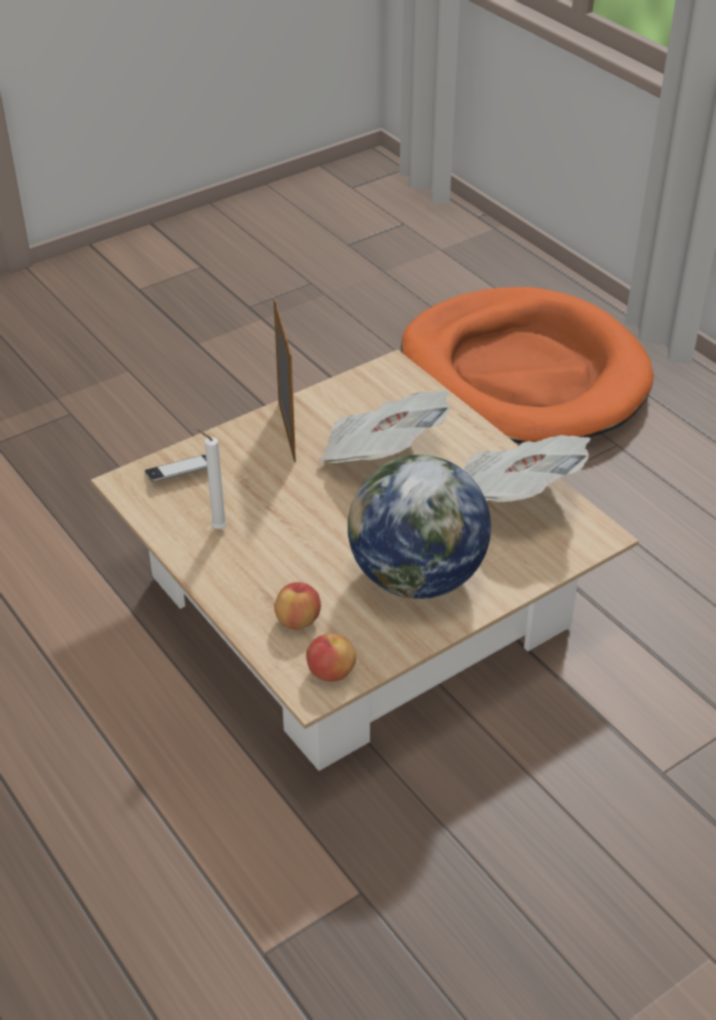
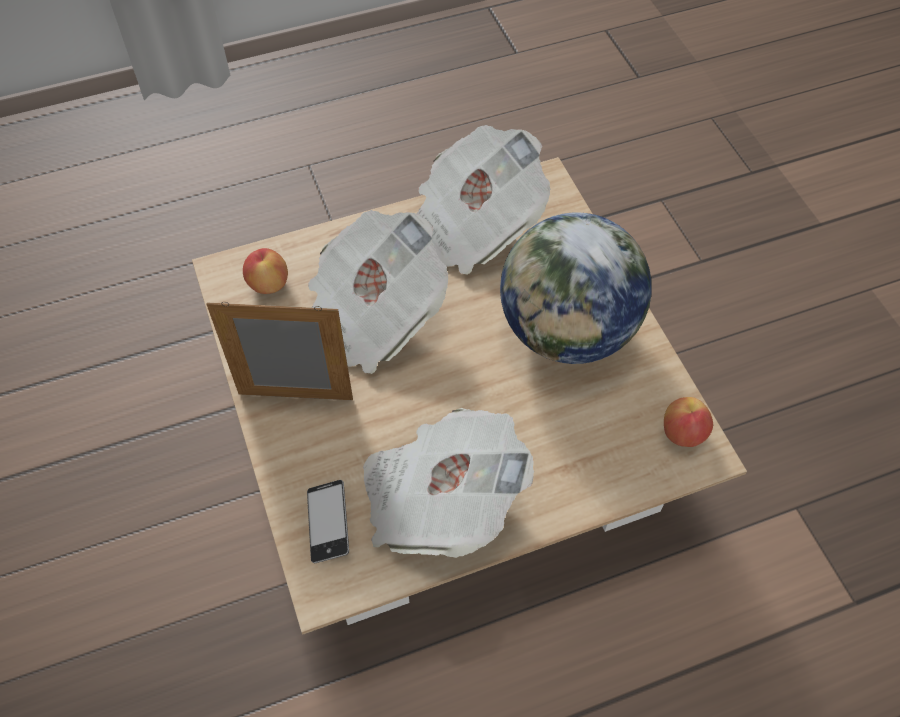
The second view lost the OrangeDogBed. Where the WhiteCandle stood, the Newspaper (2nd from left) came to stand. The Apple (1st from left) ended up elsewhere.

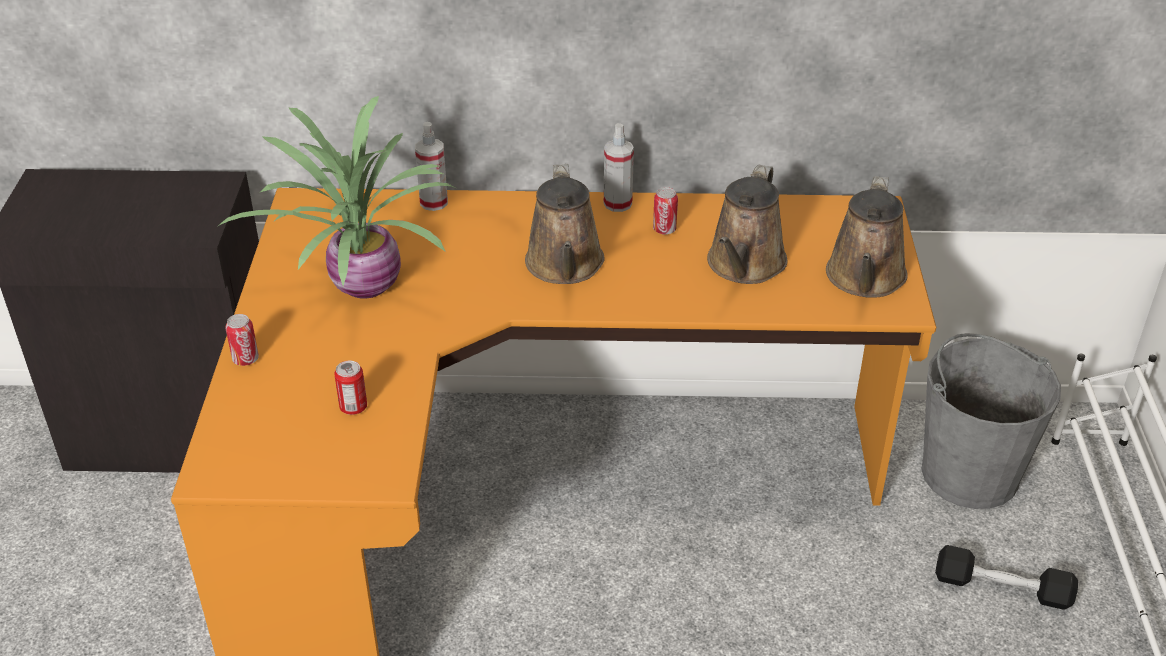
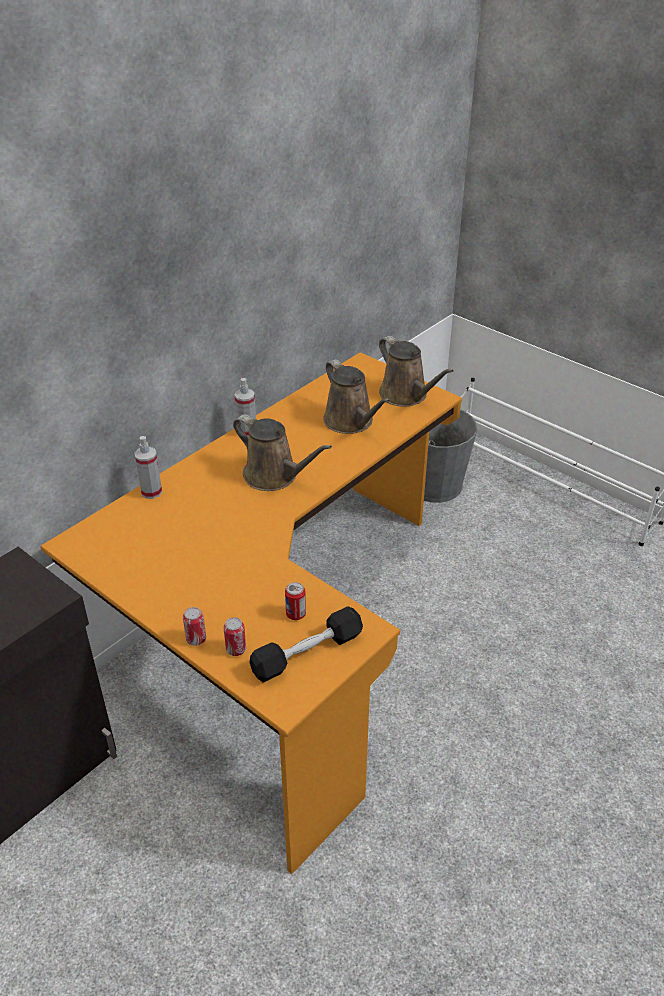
The second view lost the PottedPlant. The Can (3rd from left in the first image) ended up elsewhere. The BlackDumbbell ended up elsewhere.

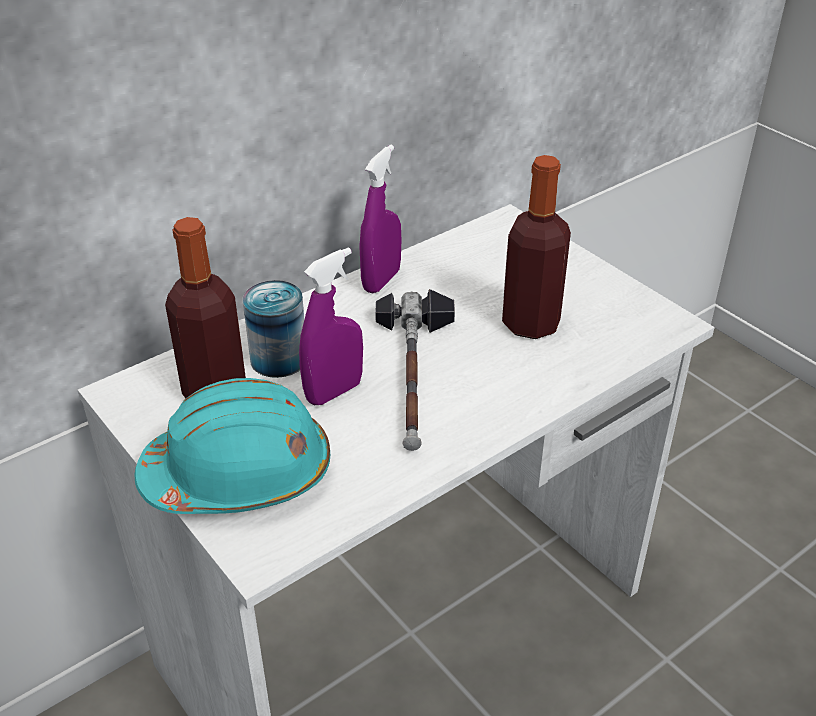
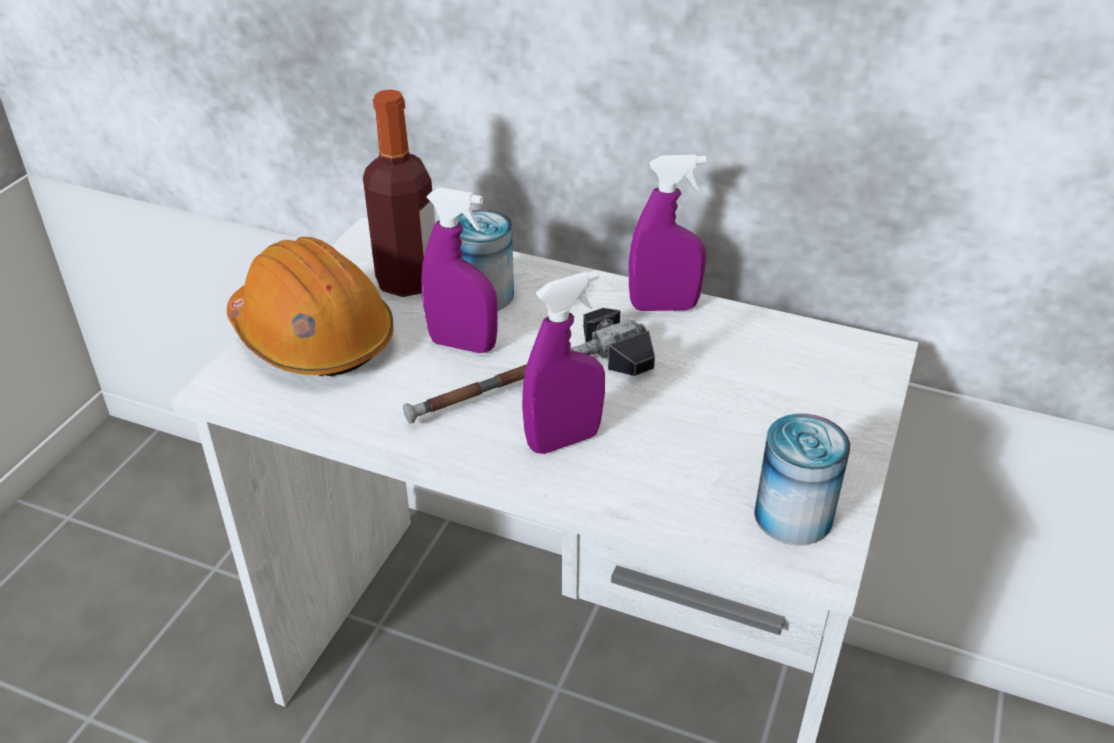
The second view lost the Bottle (2nd from left). What was the TurquoiseHardHat turned into the OrangeHardHat. The second view gained the PurpleSprayBottle (2nd from left). The second view gained the Can (2nd from left).

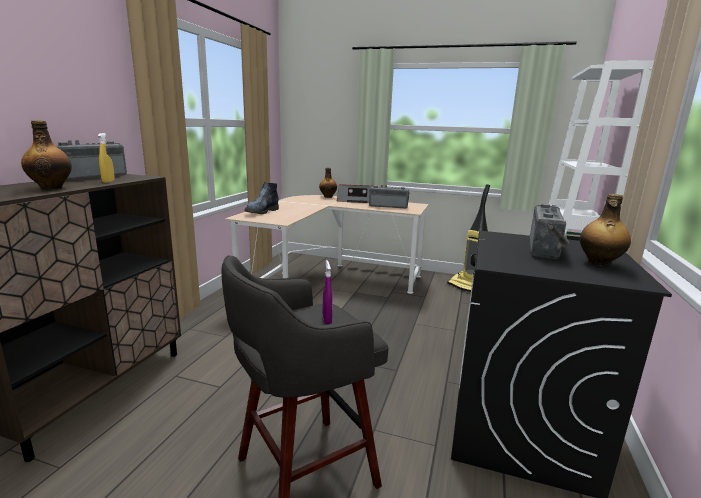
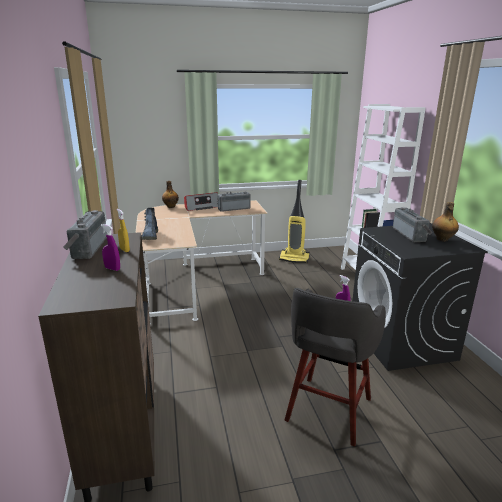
Where the Bottle (1st from left) stood, the PurpleSprayBottle (1st from left) came to stand.

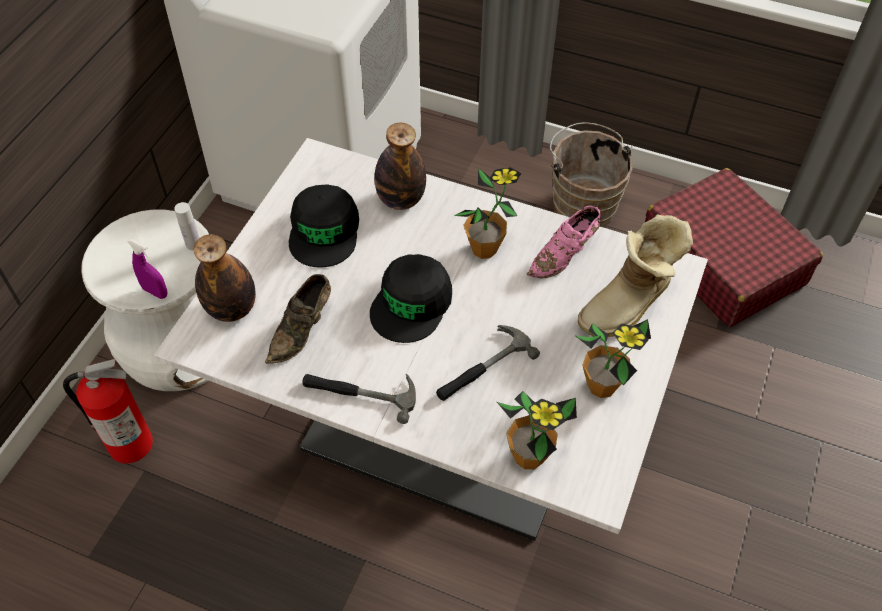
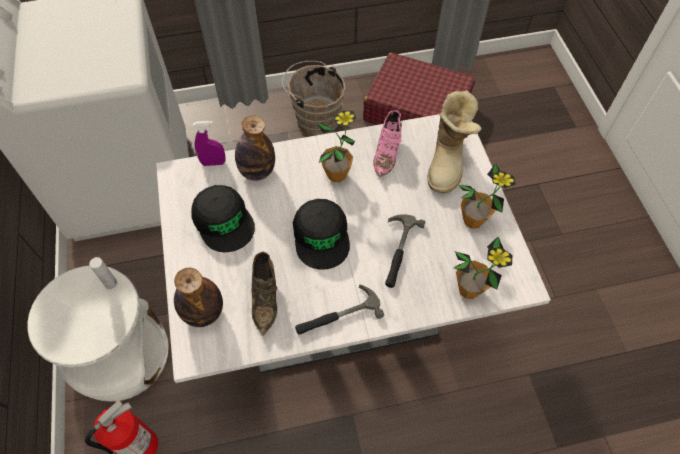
The PurpleSprayBottle ended up elsewhere.

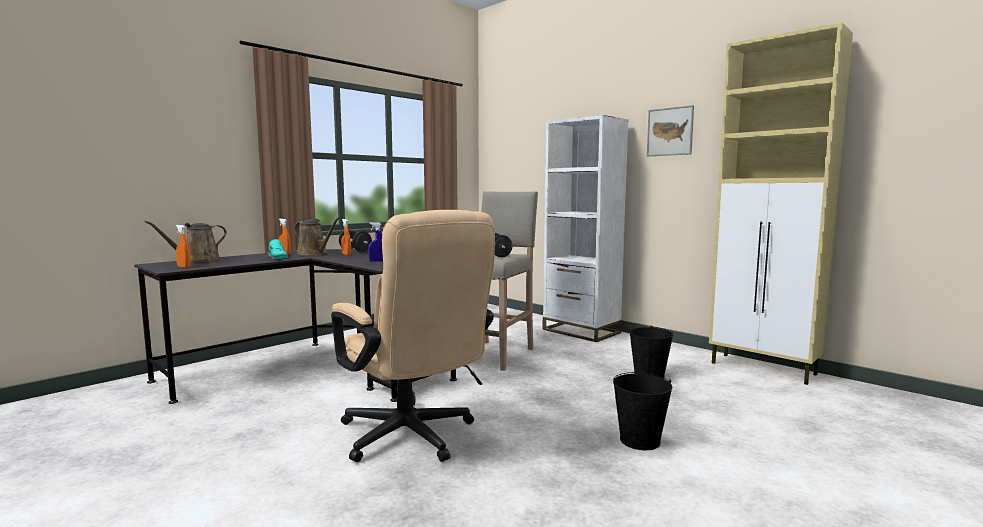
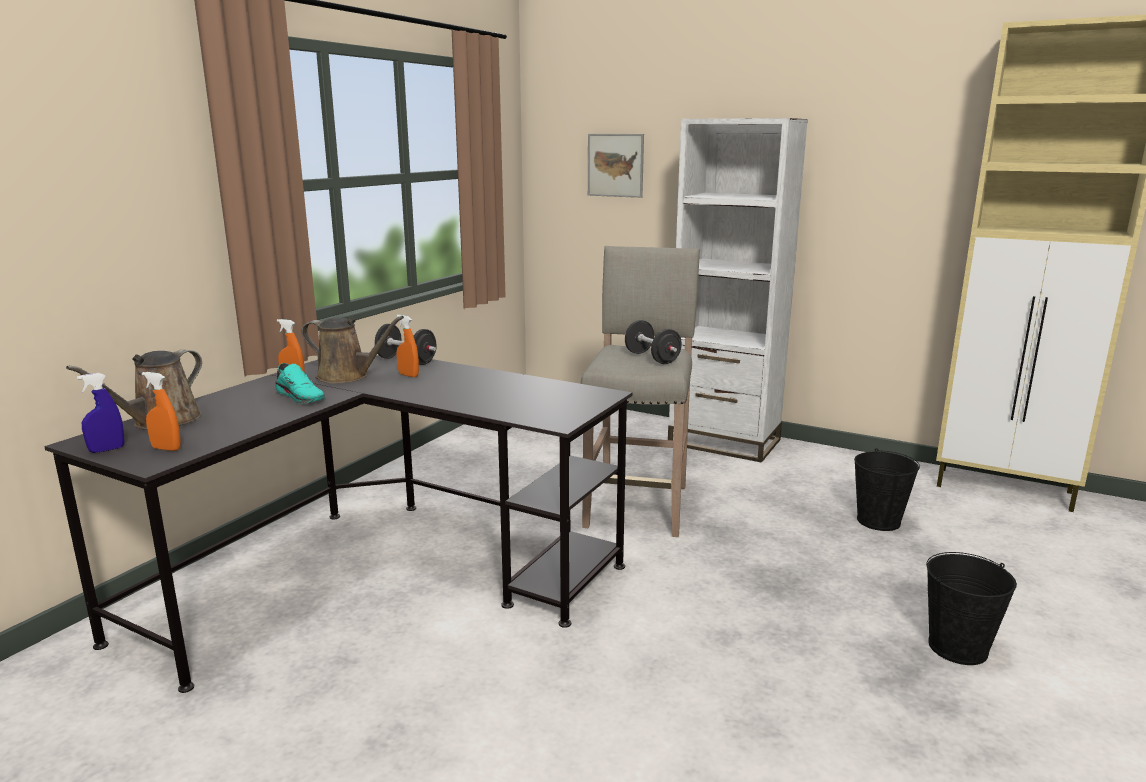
The Picture ended up elsewhere. The second view lost the BeigeOfficeChair. The BlueSprayBottle ended up elsewhere.

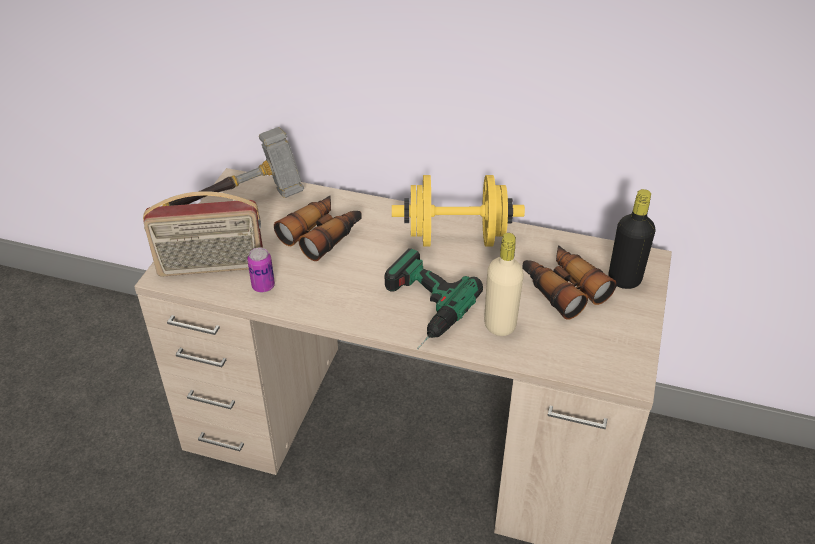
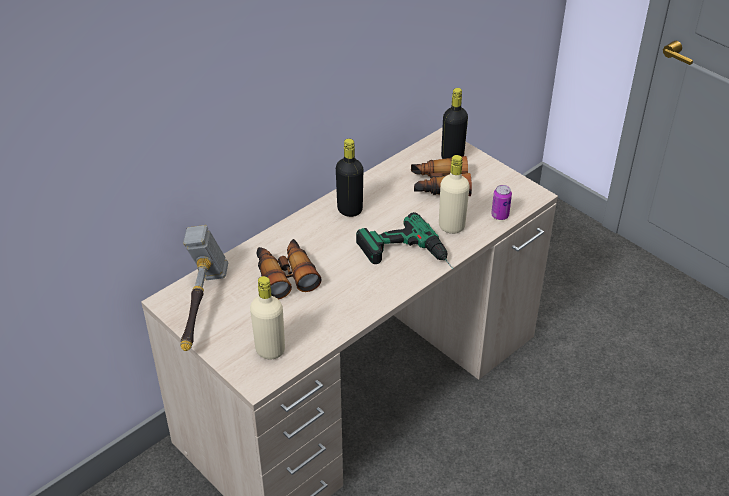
Where the YellowDumbbell stood, the BlackBottle (1st from left) came to stand. Where the Radio stood, the BeigeBottle (1st from left) came to stand. The Can ended up elsewhere.

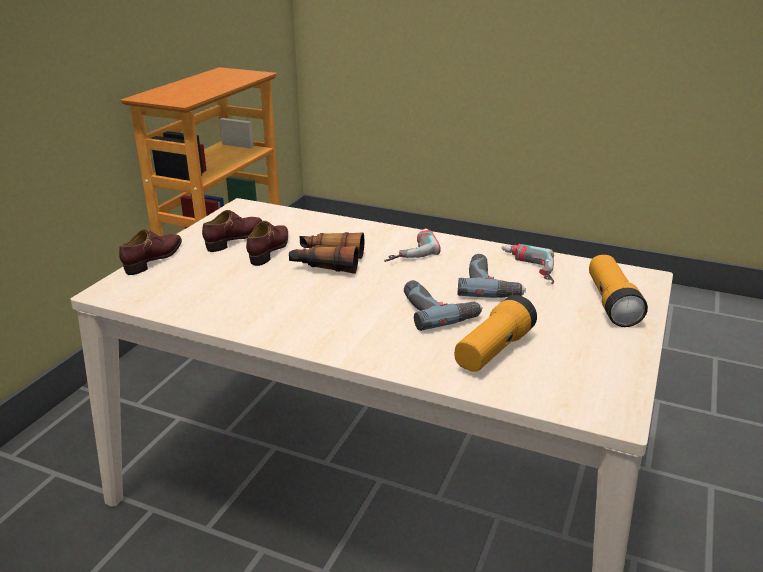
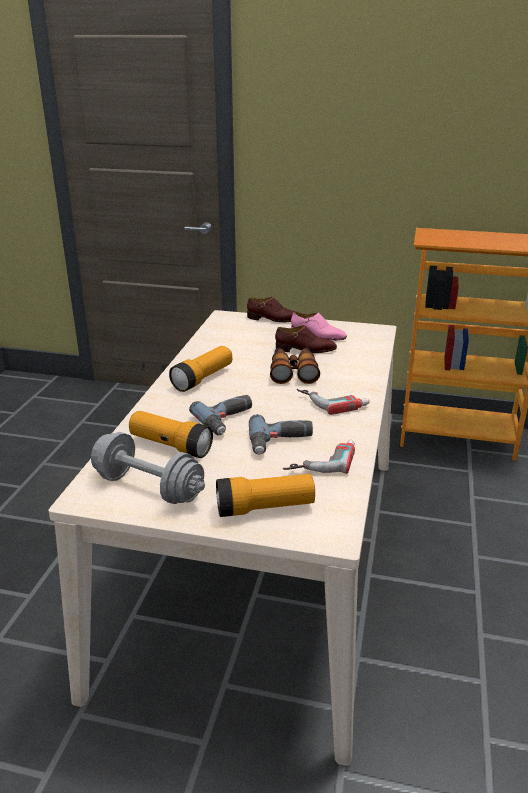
What was the BrownShoe (2nd from left) turned into the PinkShoe. The second view gained the Flashlight (2nd from left). The second view gained the GreyDumbbell.

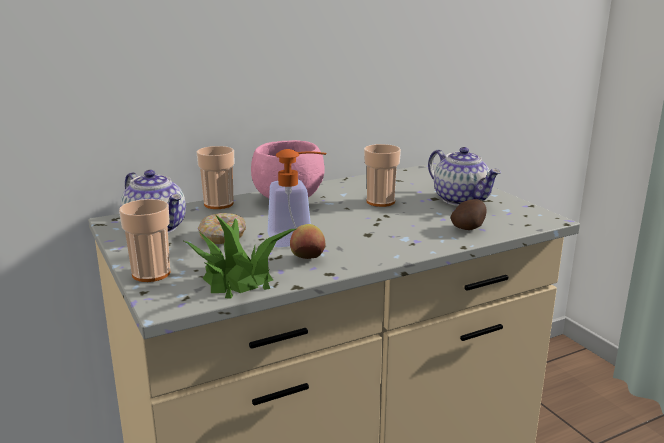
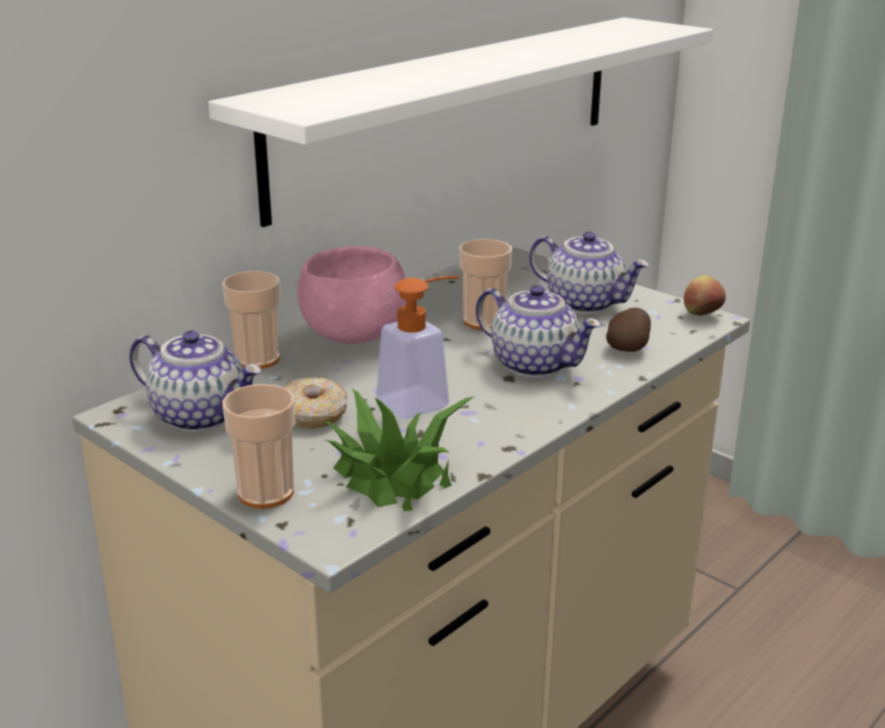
The Apple ended up elsewhere. The second view gained the WhiteShelf. The second view gained the Teapot (2nd from left).

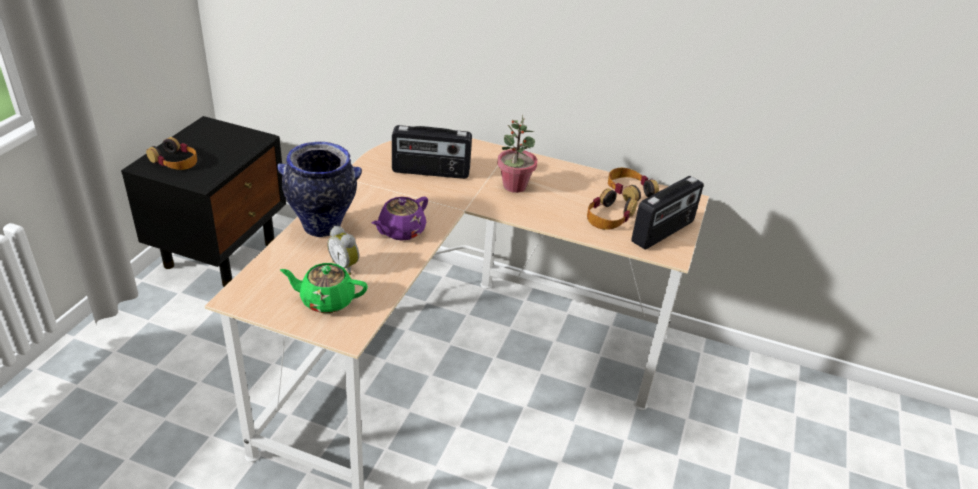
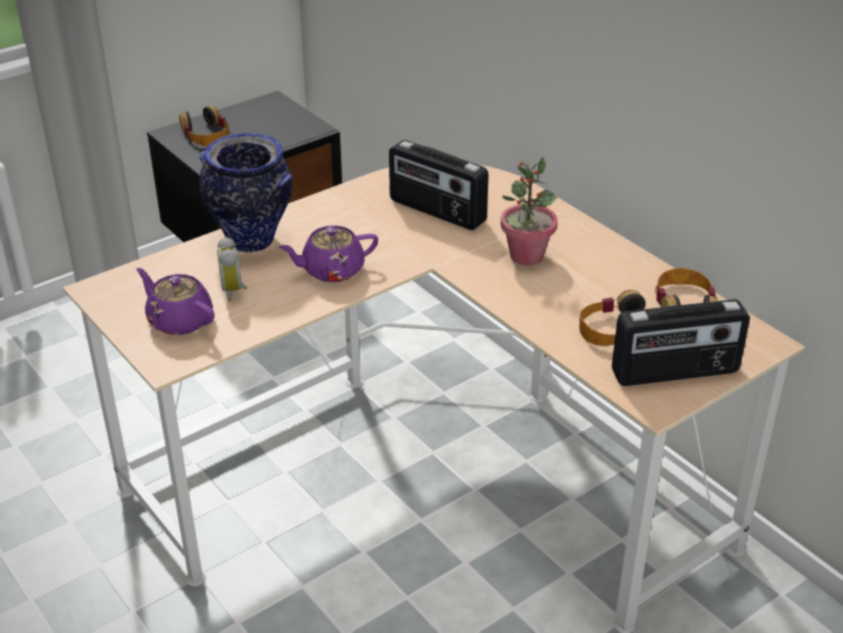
What was the GreenTeapot turned into the PurpleTeapot (1st from left).

